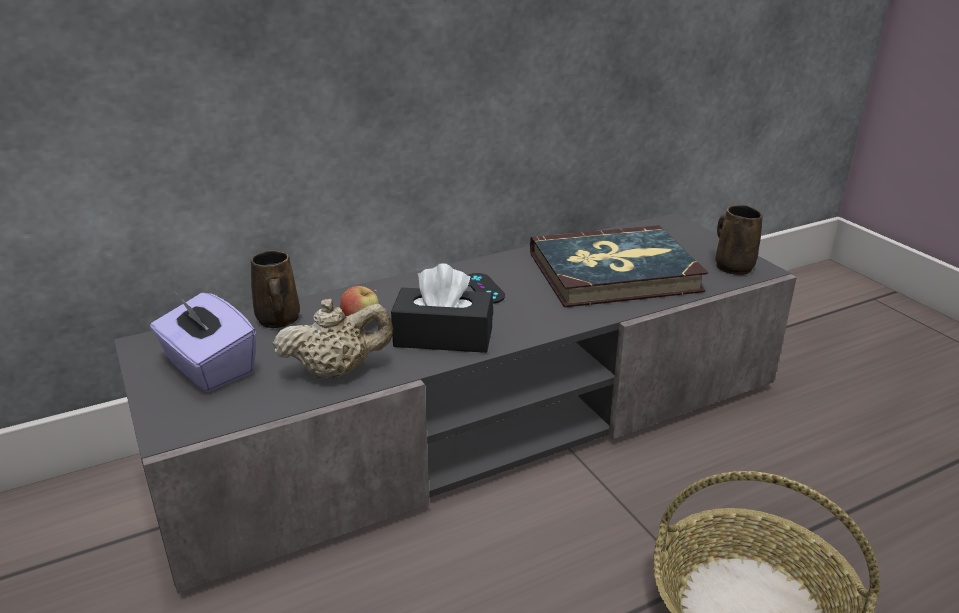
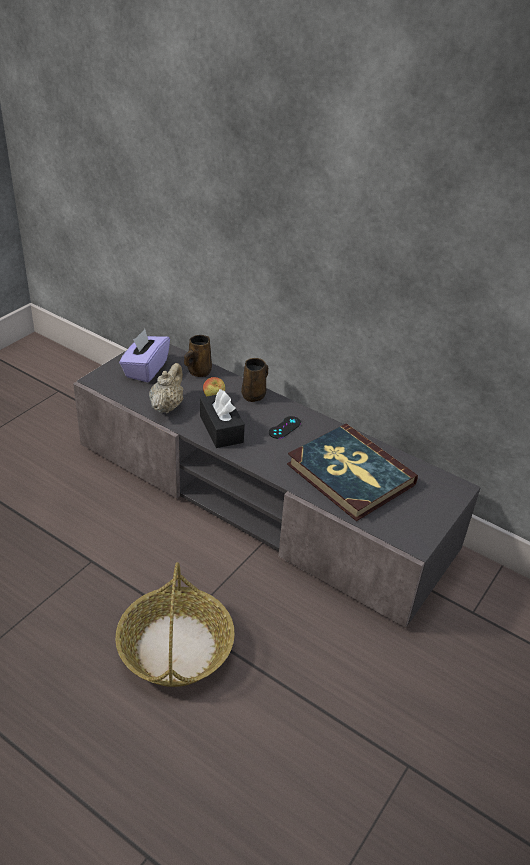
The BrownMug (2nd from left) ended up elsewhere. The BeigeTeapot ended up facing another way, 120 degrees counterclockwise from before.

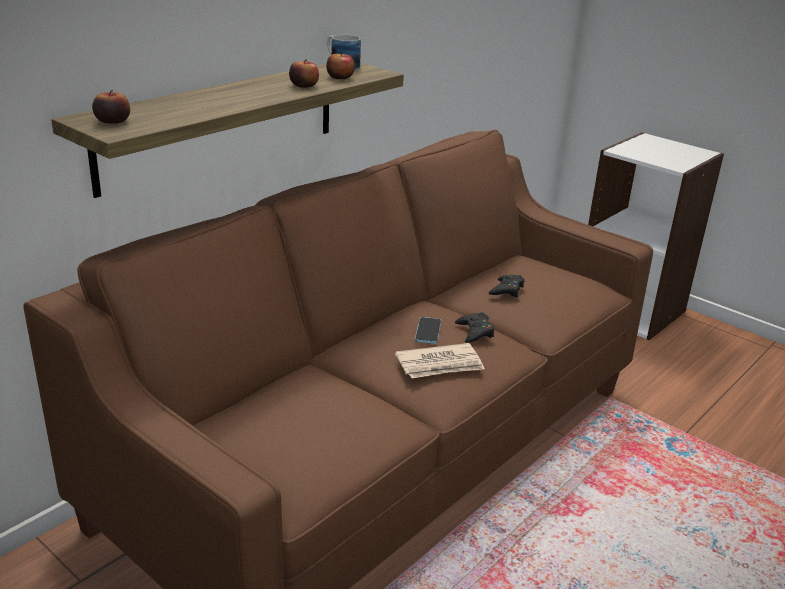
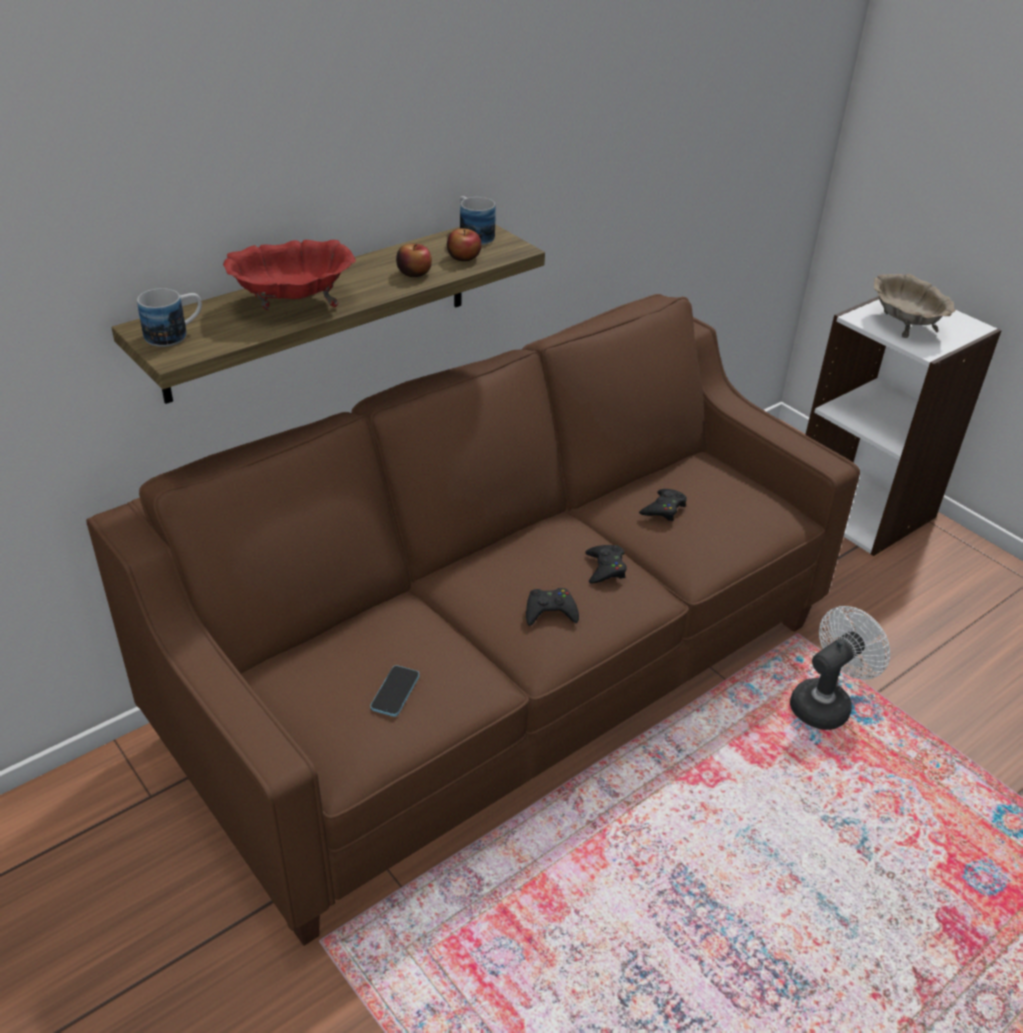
Where the Apple (1st from left) stood, the Mug (1st from left) came to stand. The Phone ended up elsewhere. Where the Newspaper stood, the BlackGameController (1st from left) came to stand. The second view gained the RedBowl. The second view gained the BeigeBowl. The second view gained the WhiteFan.

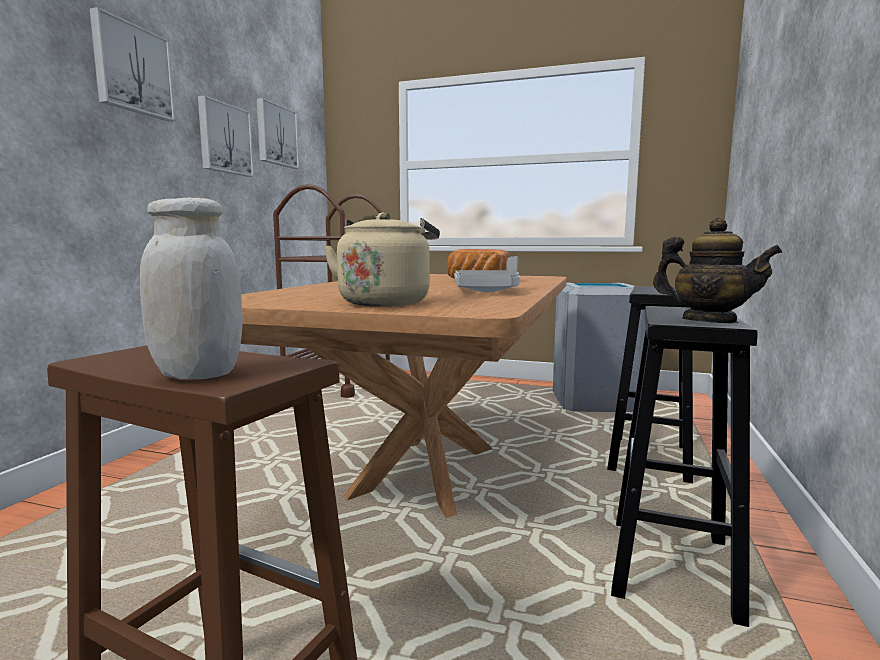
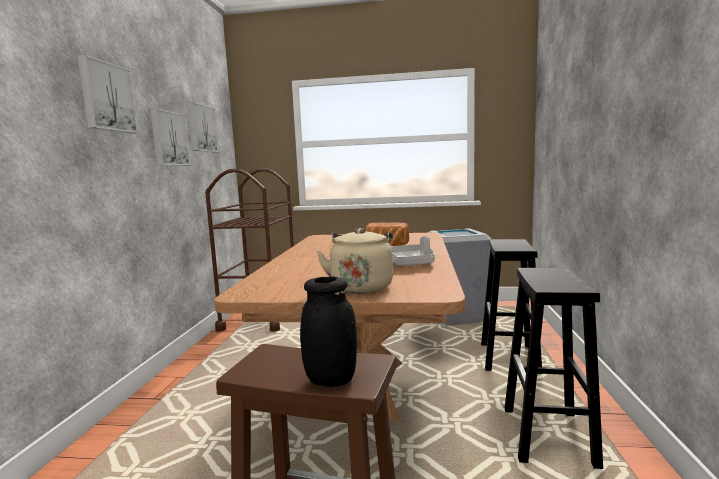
What was the WhiteJar turned into the BlackJar. The second view lost the Teapot.

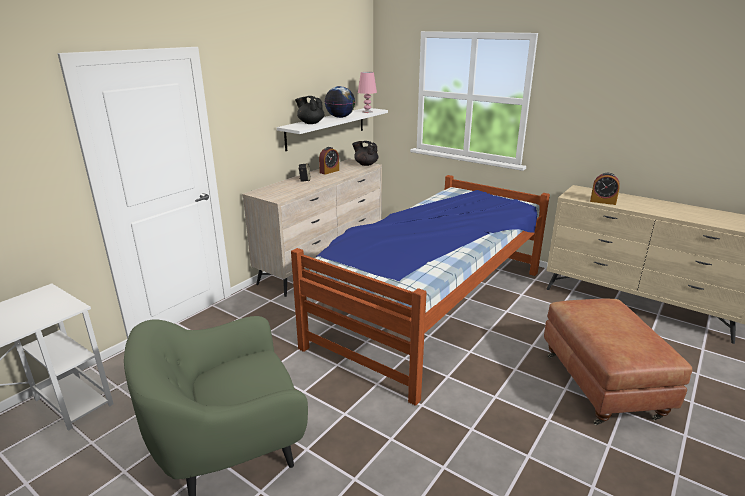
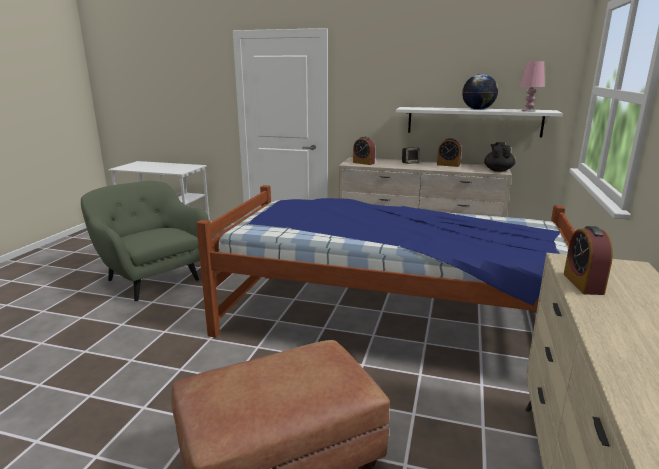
The second view lost the BlackTeapot (1st from left). The second view gained the AlarmClock (1st from left).

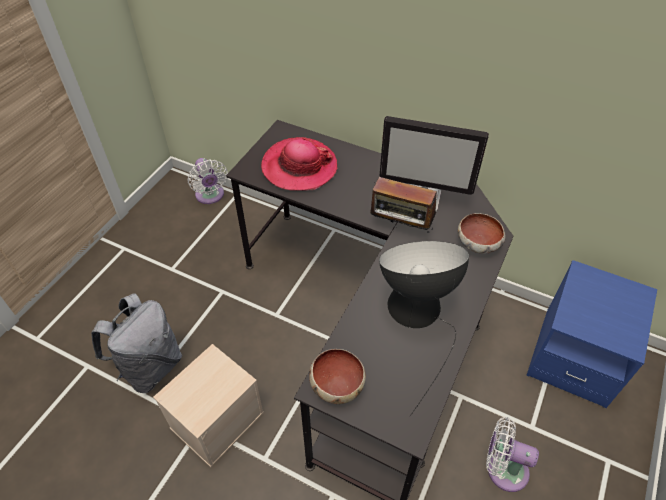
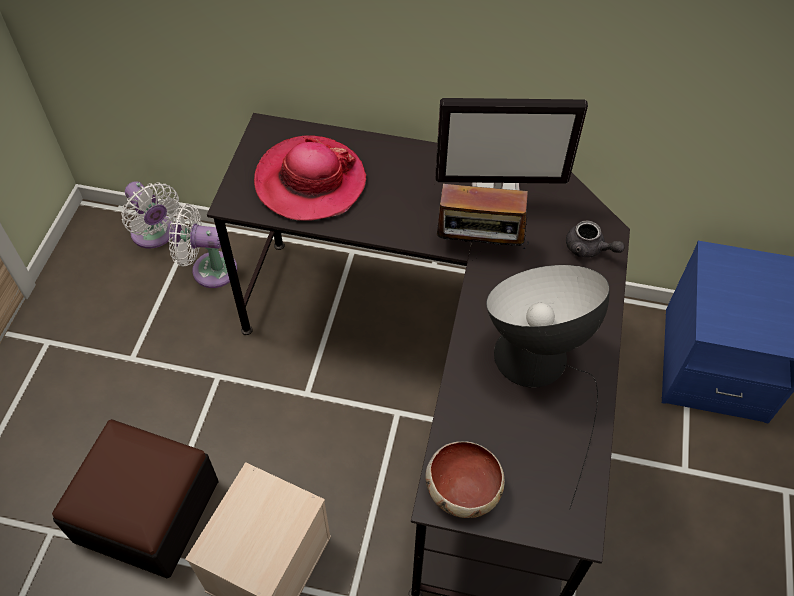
Where the Bowl (2nd from left) stood, the GreyTeapot came to stand. Where the GreyBackpack stood, the Ottoman came to stand. The WhiteFan (2nd from left) ended up elsewhere.

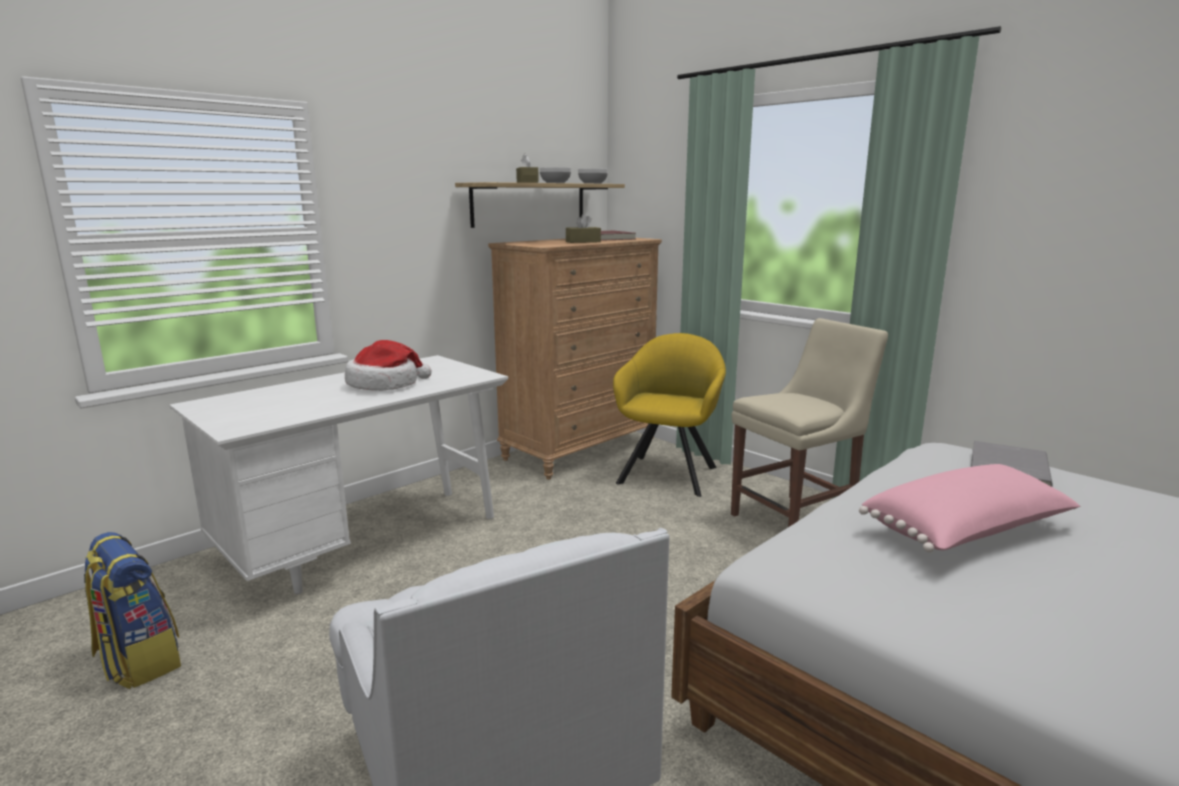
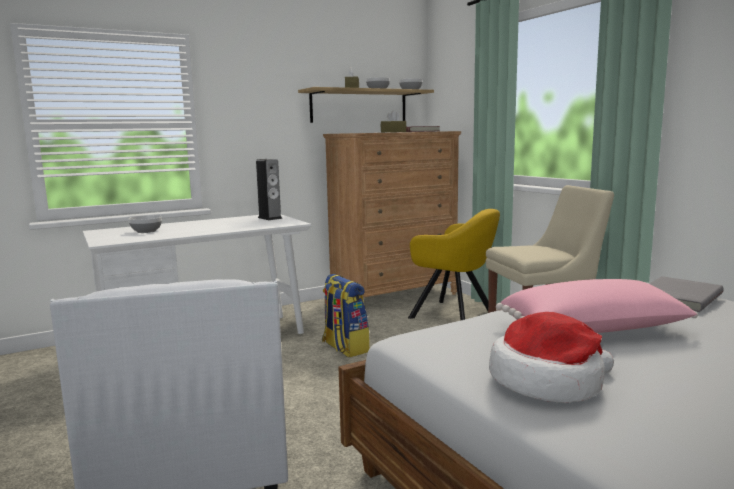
The YellowArmchair ended up facing another way, 90 degrees clockwise from before. The Hat ended up elsewhere. The Backpack ended up elsewhere. The second view gained the Speaker. The second view gained the Bowl (1st from left).

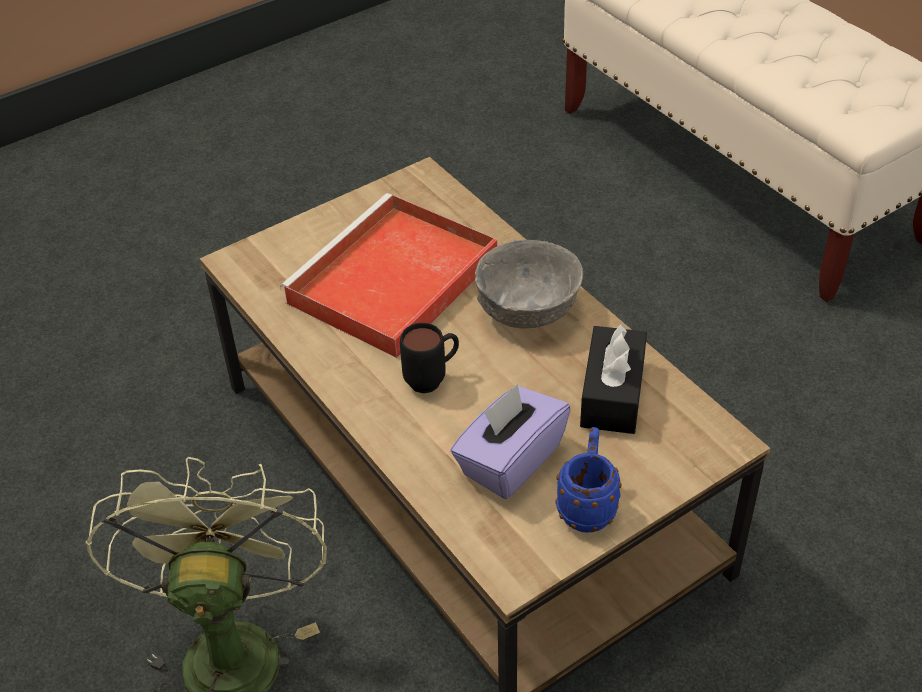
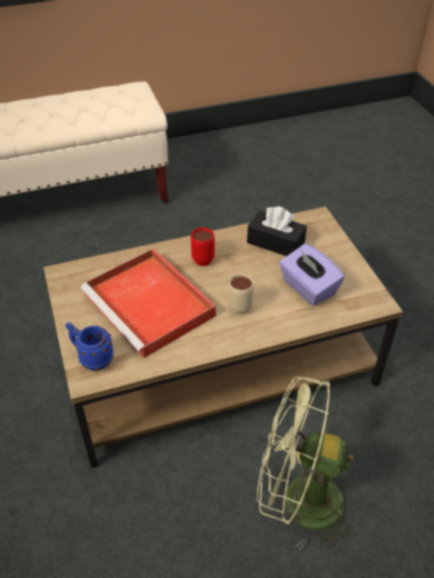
Where the GreyBowl stood, the RedMug came to stand. What was the BlackMug turned into the BeigeMug. The BlueMug ended up elsewhere.

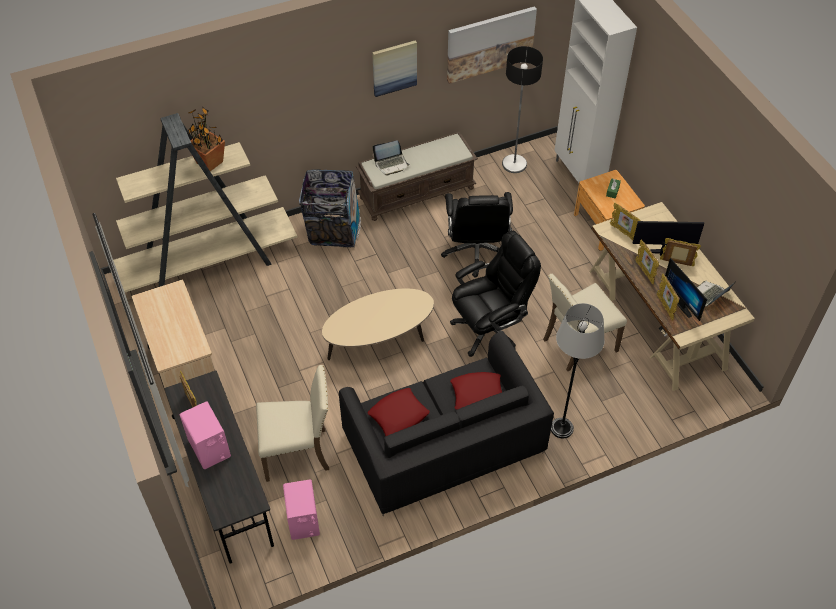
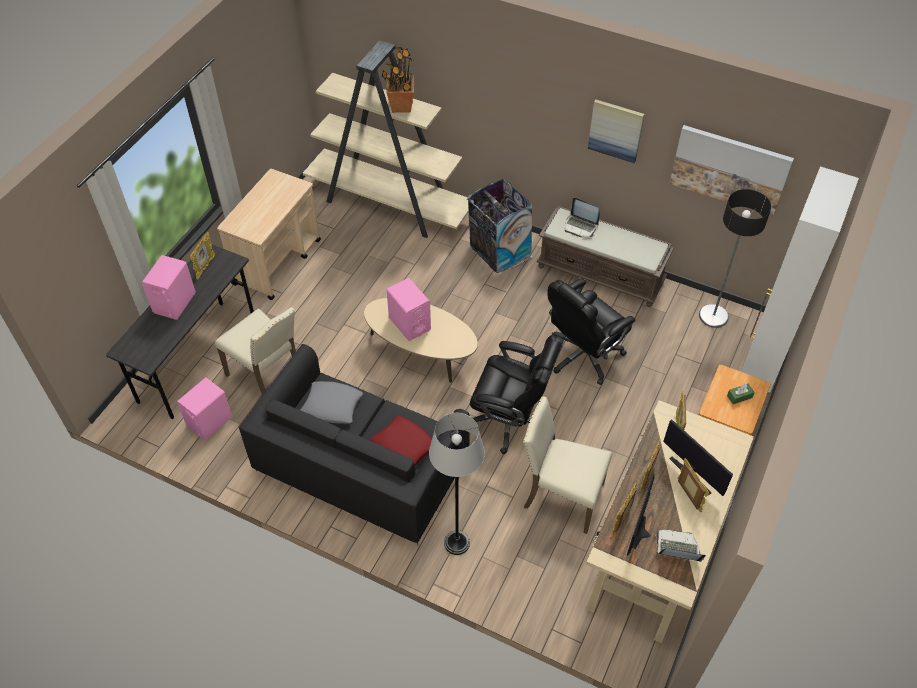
What was the RedPillow (1st from left) turned into the GreyPillow. The second view gained the PinkSpeaker (3rd from left).

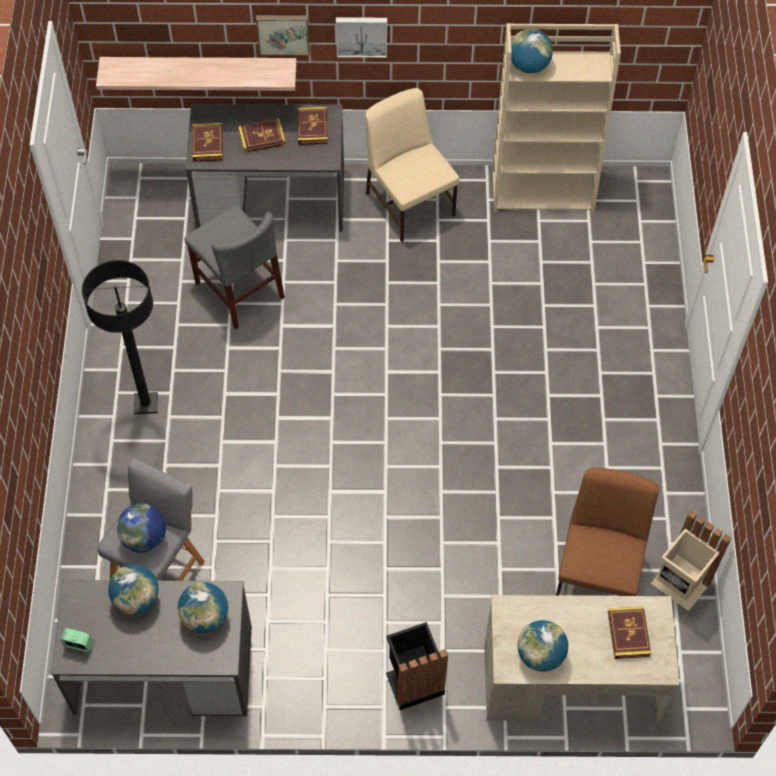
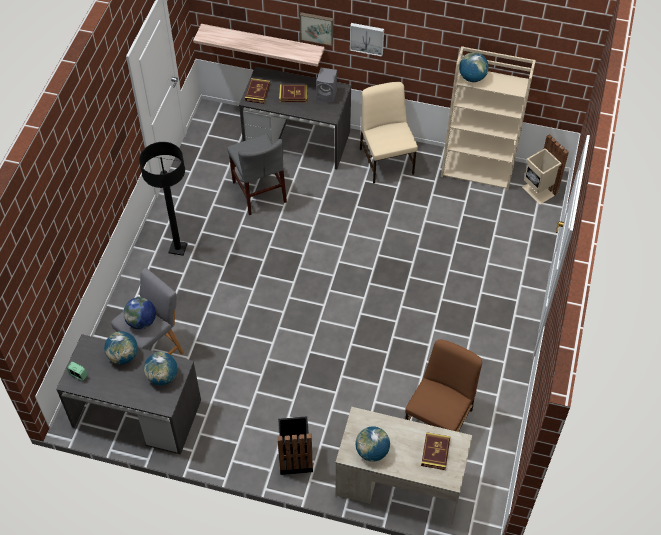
Where the Book (3rd from left) stood, the GreySpeaker came to stand. The BeigeTrashCan ended up elsewhere.

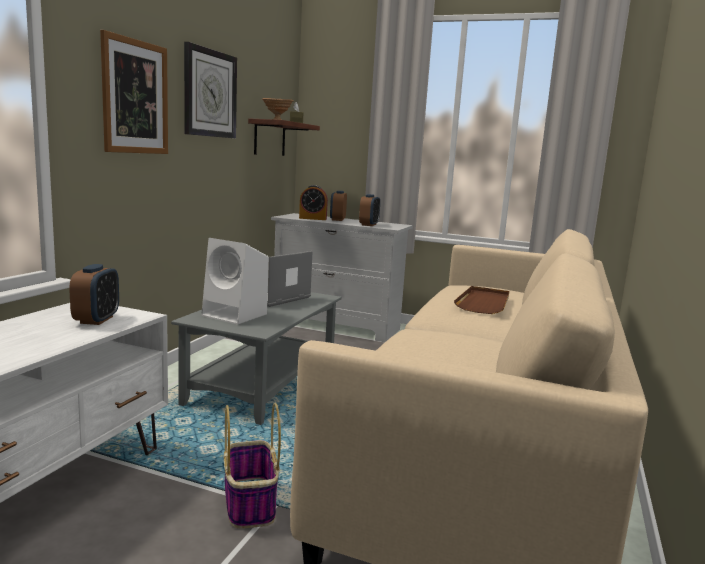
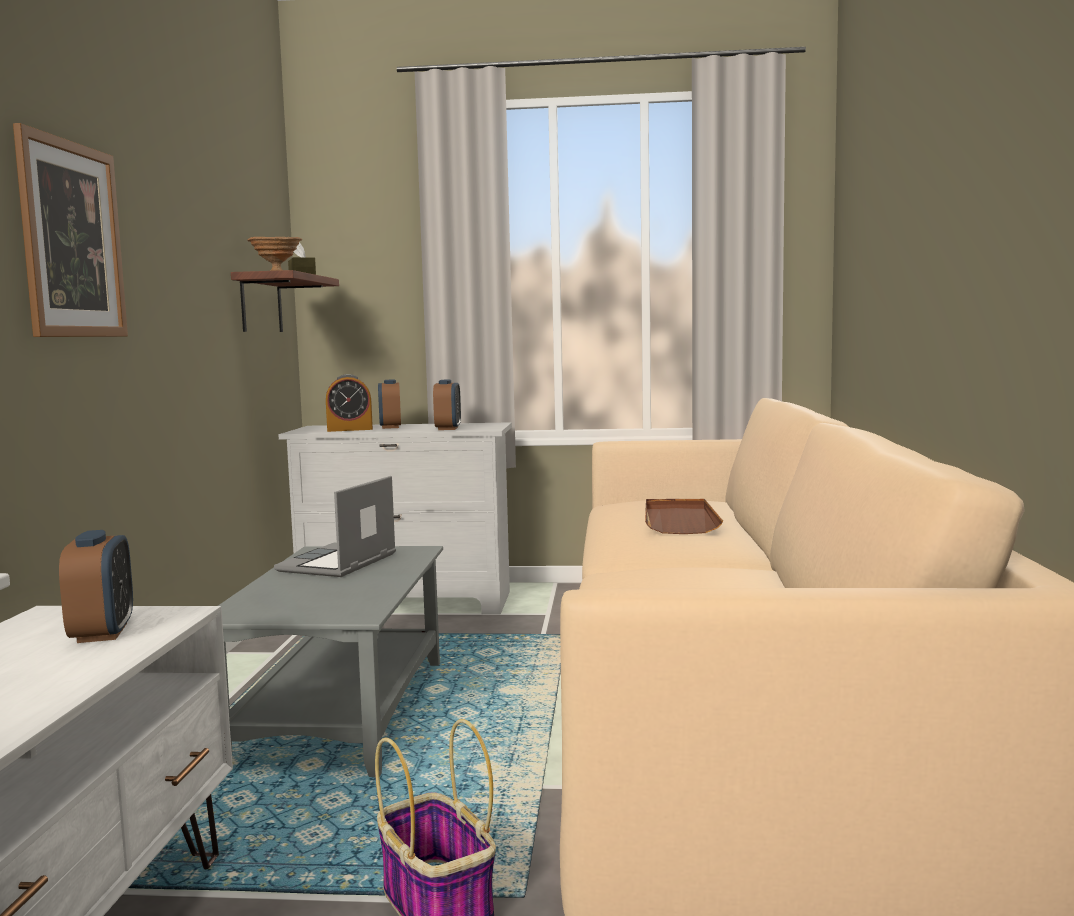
The second view lost the WallClock. The second view lost the WhiteSpeaker.

